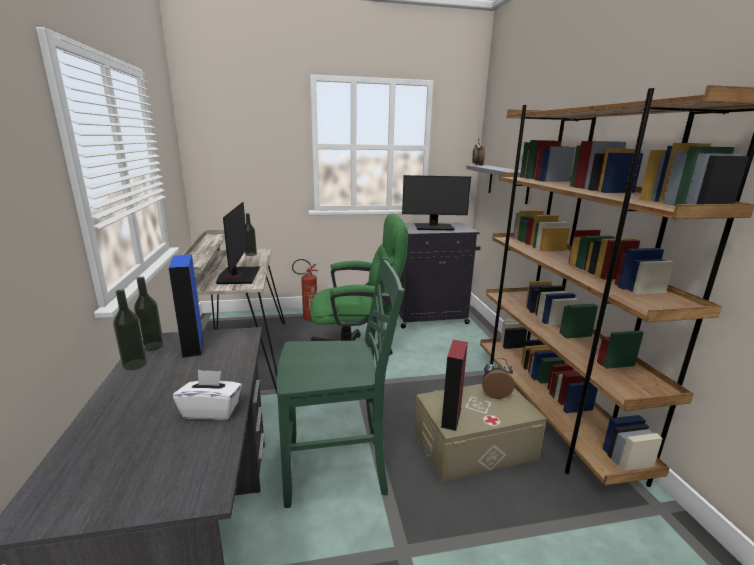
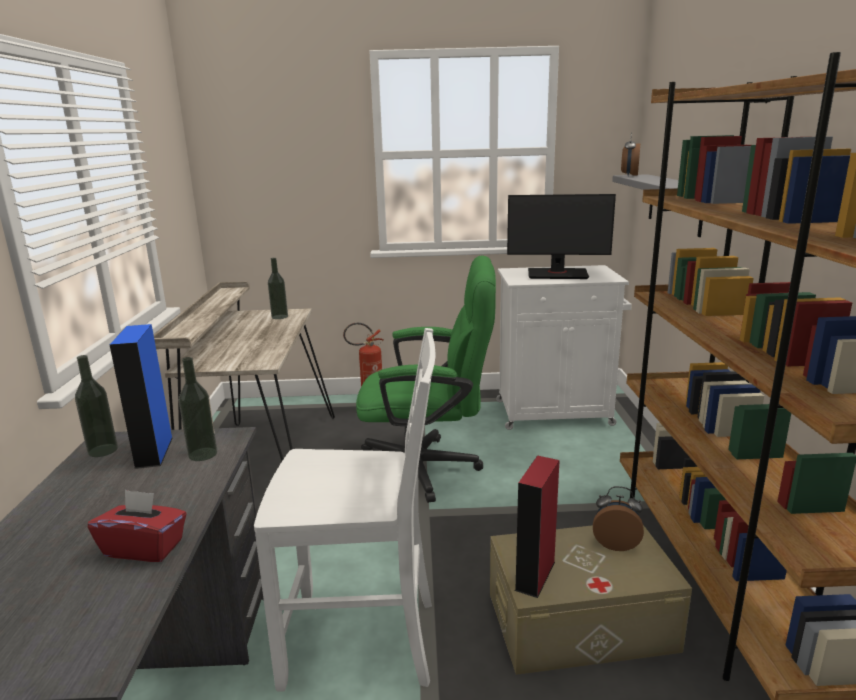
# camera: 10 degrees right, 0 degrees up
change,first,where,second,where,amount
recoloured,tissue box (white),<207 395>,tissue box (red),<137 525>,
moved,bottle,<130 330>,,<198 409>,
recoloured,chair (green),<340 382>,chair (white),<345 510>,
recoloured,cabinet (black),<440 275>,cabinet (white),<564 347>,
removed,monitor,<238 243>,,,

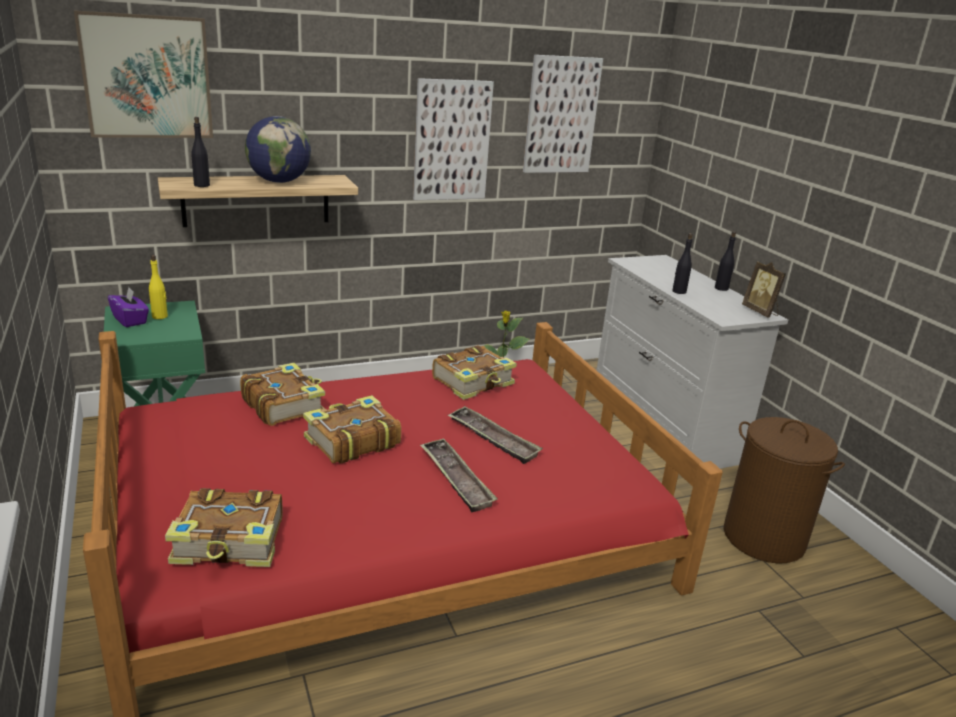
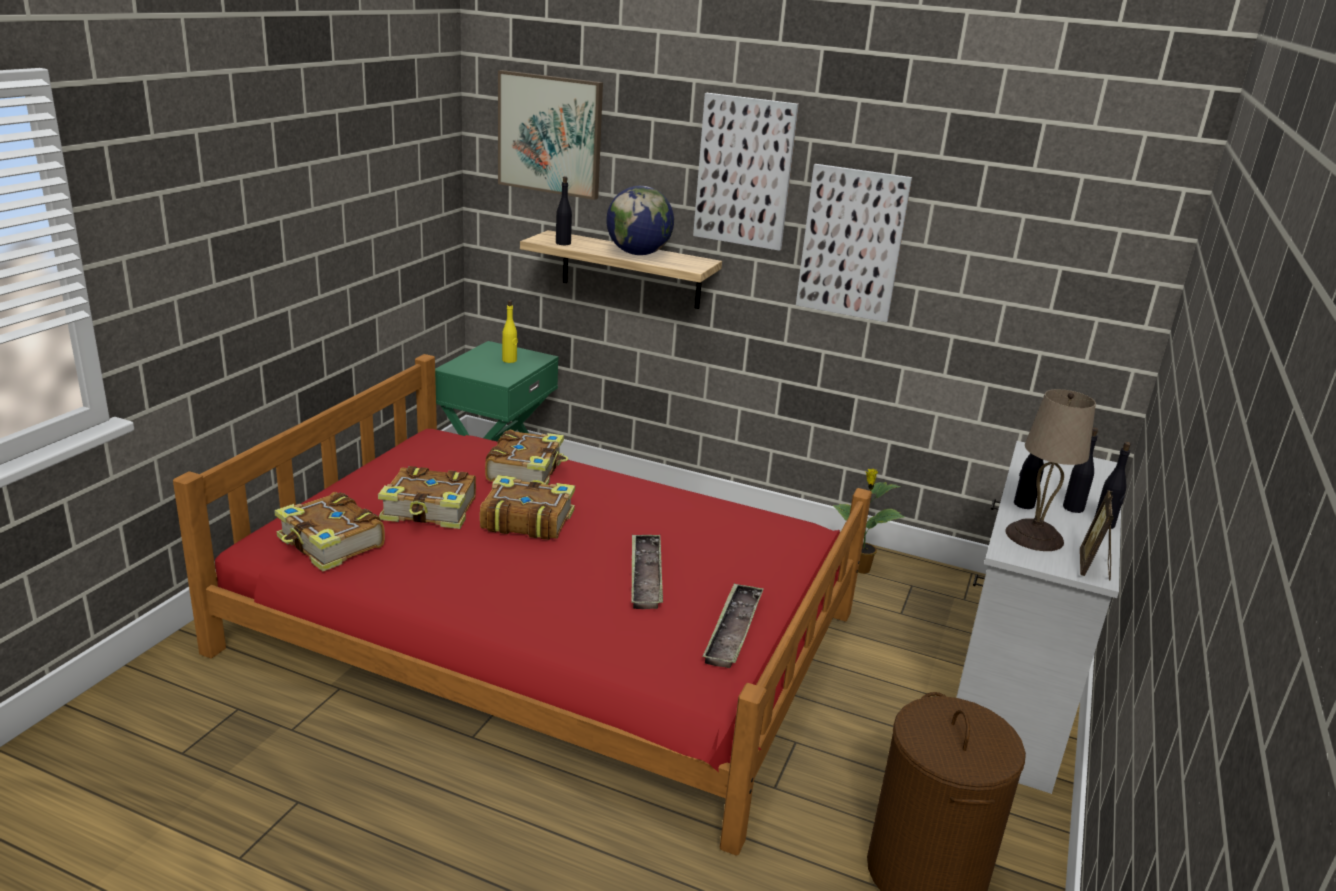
# camera: 45 degrees right, 0 degrees up
change,first,where,second,where,amount
moved,book,<474 372>,,<427 497>,
moved,picture,<563 114>,,<746 172>,
moved,tray,<459 475>,,<733 625>,
added,,,table lamp (beige),<1050 470>,
added,,,bottle (black),<1080 470>,
removed,tissue box (purple),<128 307>,,,

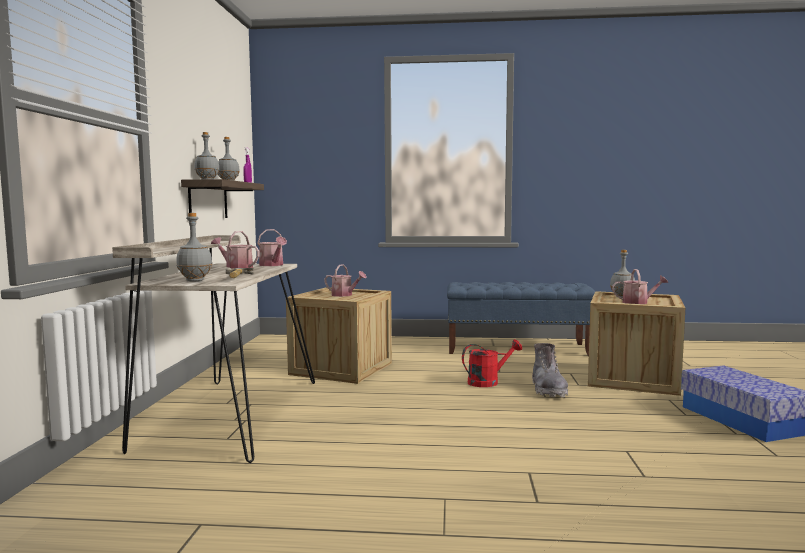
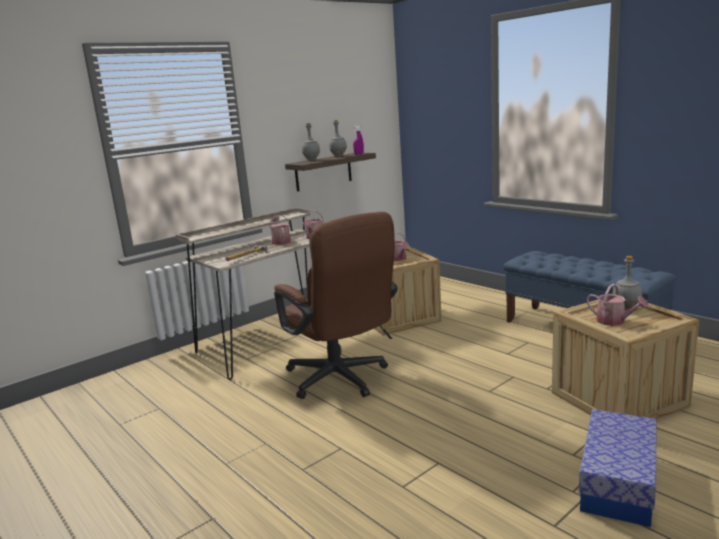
# camera: 45 degrees right, 10 degrees up
change,first,where,second,where,amount
added,,,office chair (brown),<336 305>,
removed,bottle (grey),<194 247>,,,
removed,watering can (red),<492 363>,,,
removed,boot (grey),<550 370>,,,

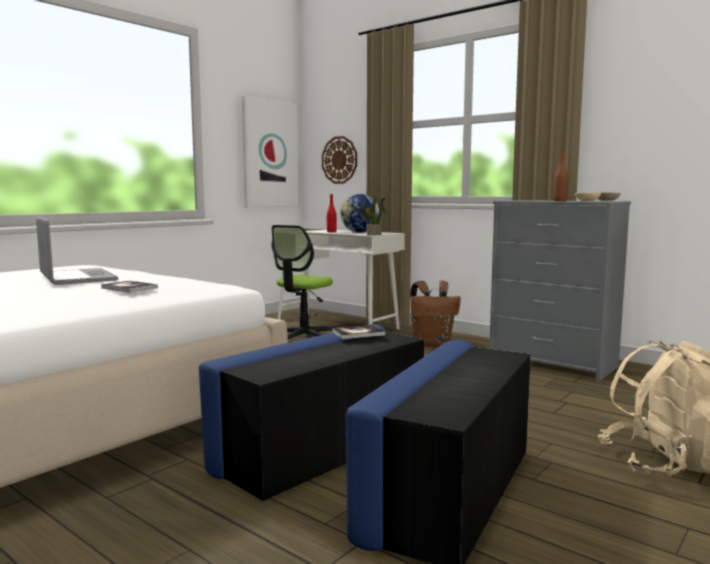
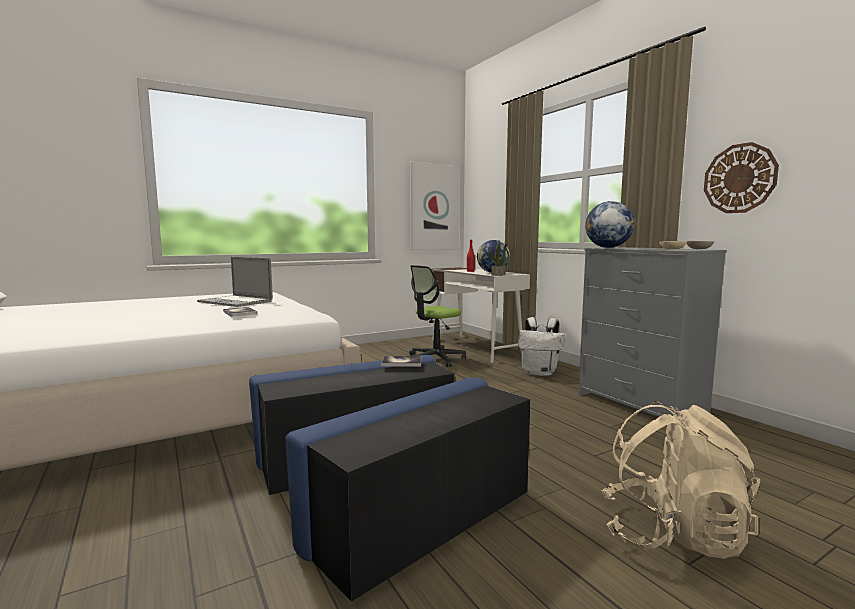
# camera: 20 degrees right, 0 degrees up
change,first,where,second,where,amount
turned,laptop,<77 251>,,<235 282>,135 degrees clockwise
recoloured,backpack (brown),<435 313>,backpack (white),<541 346>,
added,,,globe,<610 224>,
moved,wall clock,<339 160>,,<741 177>,
removed,bottle (brown),<560 175>,,,

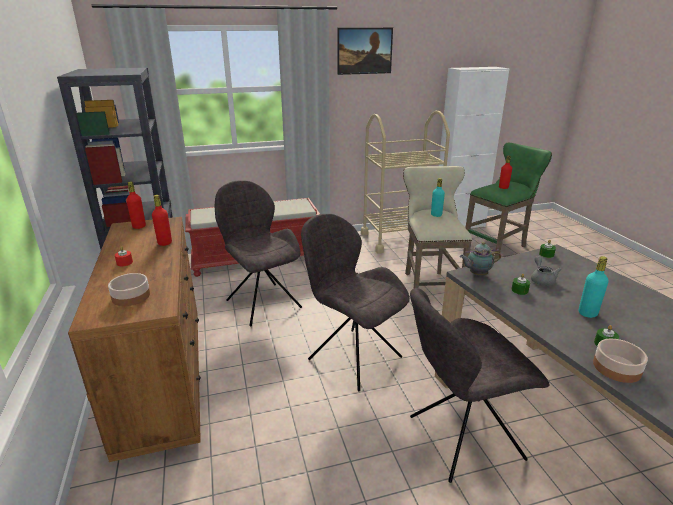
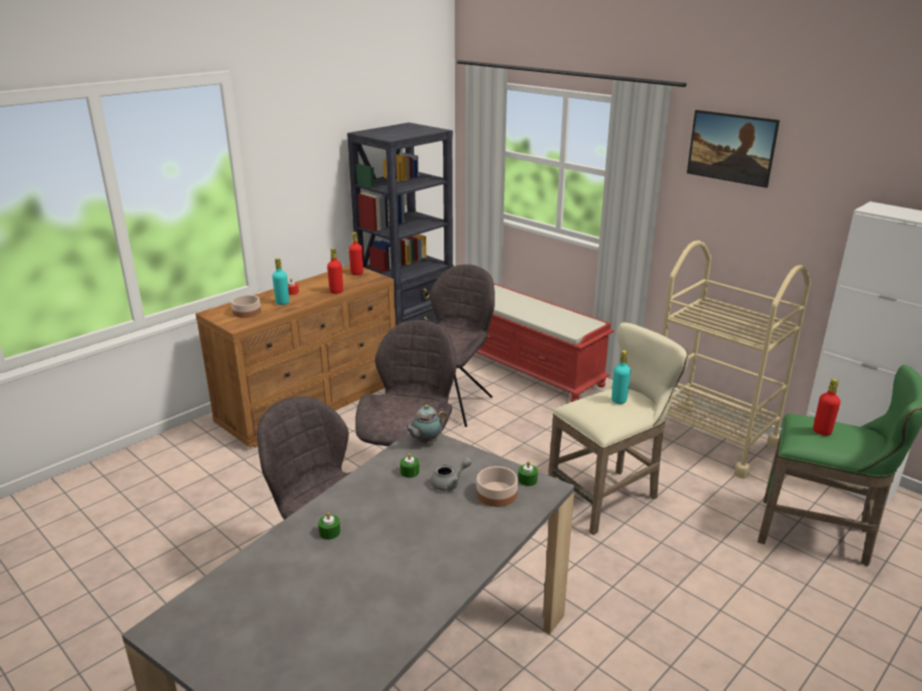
# camera: 60 degrees right, 0 degrees up
change,first,where,second,where,amount
moved,bottle (turquoise),<593 287>,,<280 281>,
turned,teapot,<480 258>,,<425 424>,90 degrees counterclockwise
moved,bowl,<620 361>,,<497 486>,

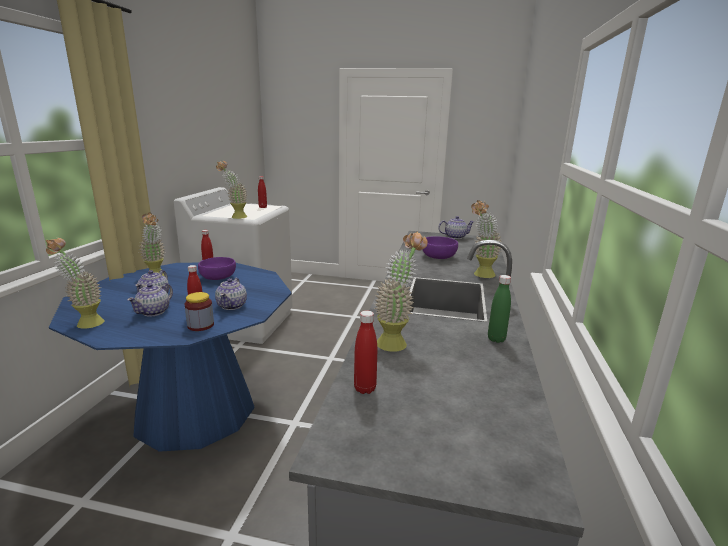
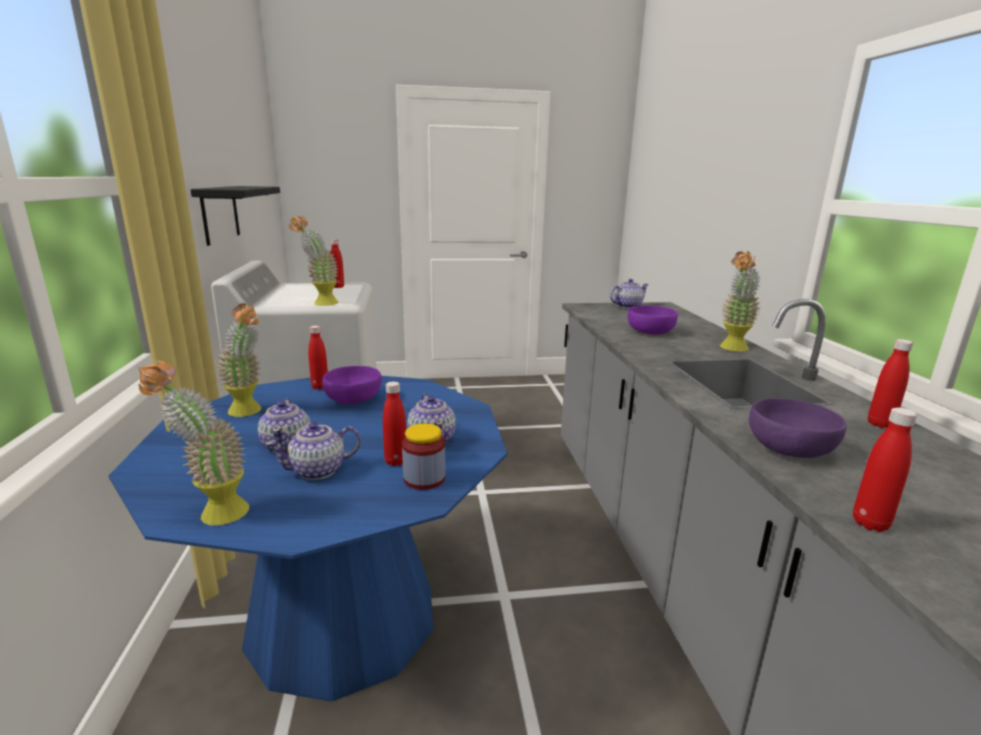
# camera: 20 degrees left, 0 degrees up
change,first,where,second,where,amount
added,,,shelf (black),<235 216>,
turned,teapot,<150 300>,,<313 451>,60 degrees clockwise
replaced,potted plant,<401 292>,bowl (purple),<798 428>,
recoloured,bottle (green),<499 309>,bottle (red),<890 383>,

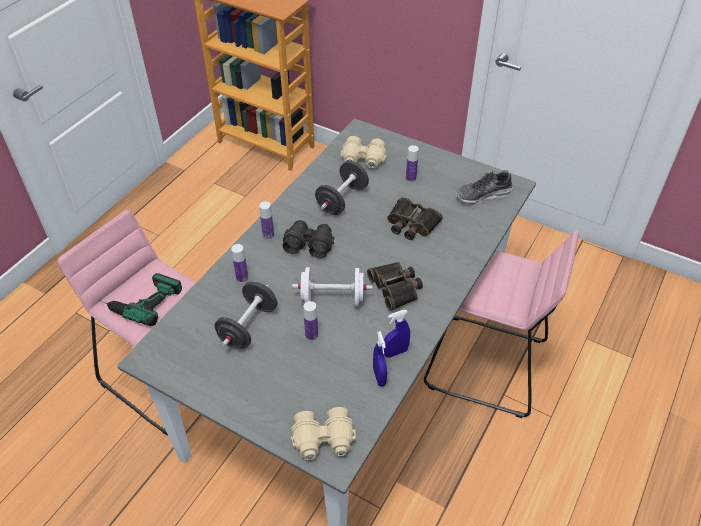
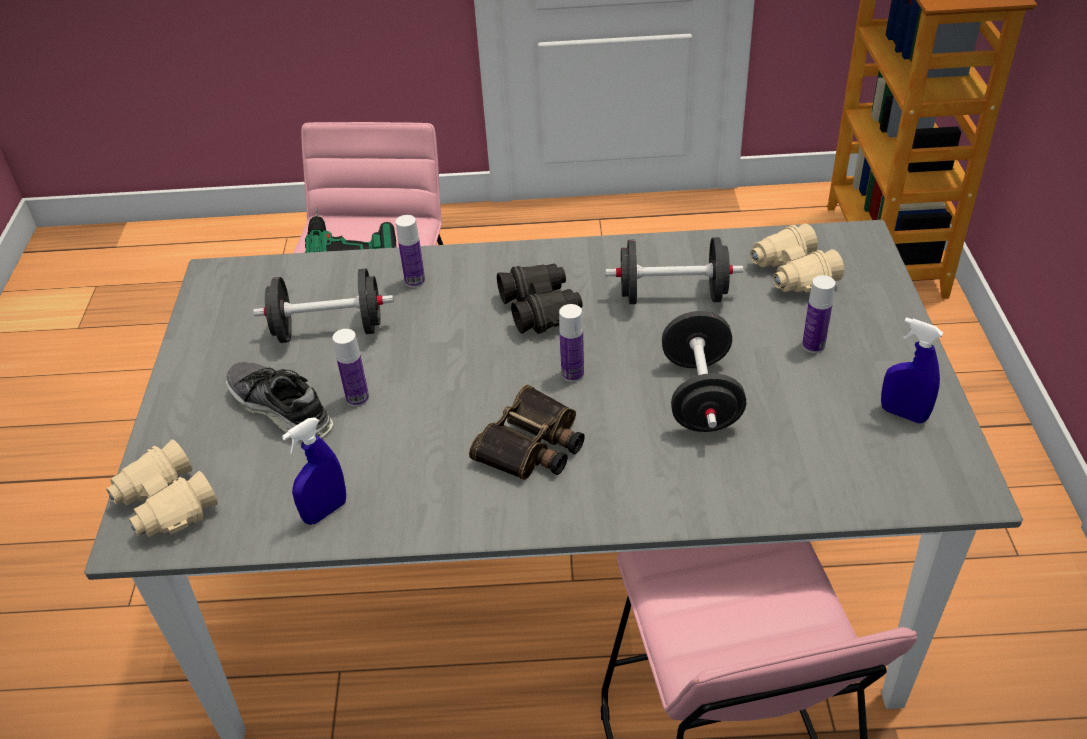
# camera: 60 degrees right, 5 degrees down
change,first,where,second,where,amount
moved,shoe,<484 187>,,<279 400>,
moved,bottle,<266 220>,,<571 343>,
replaced,binoculars,<415 218>,dumbbell (black),<704 371>,
moved,spray bottle (blue),<397 334>,,<912 370>,
removed,dumbbell (white),<332 286>,,,

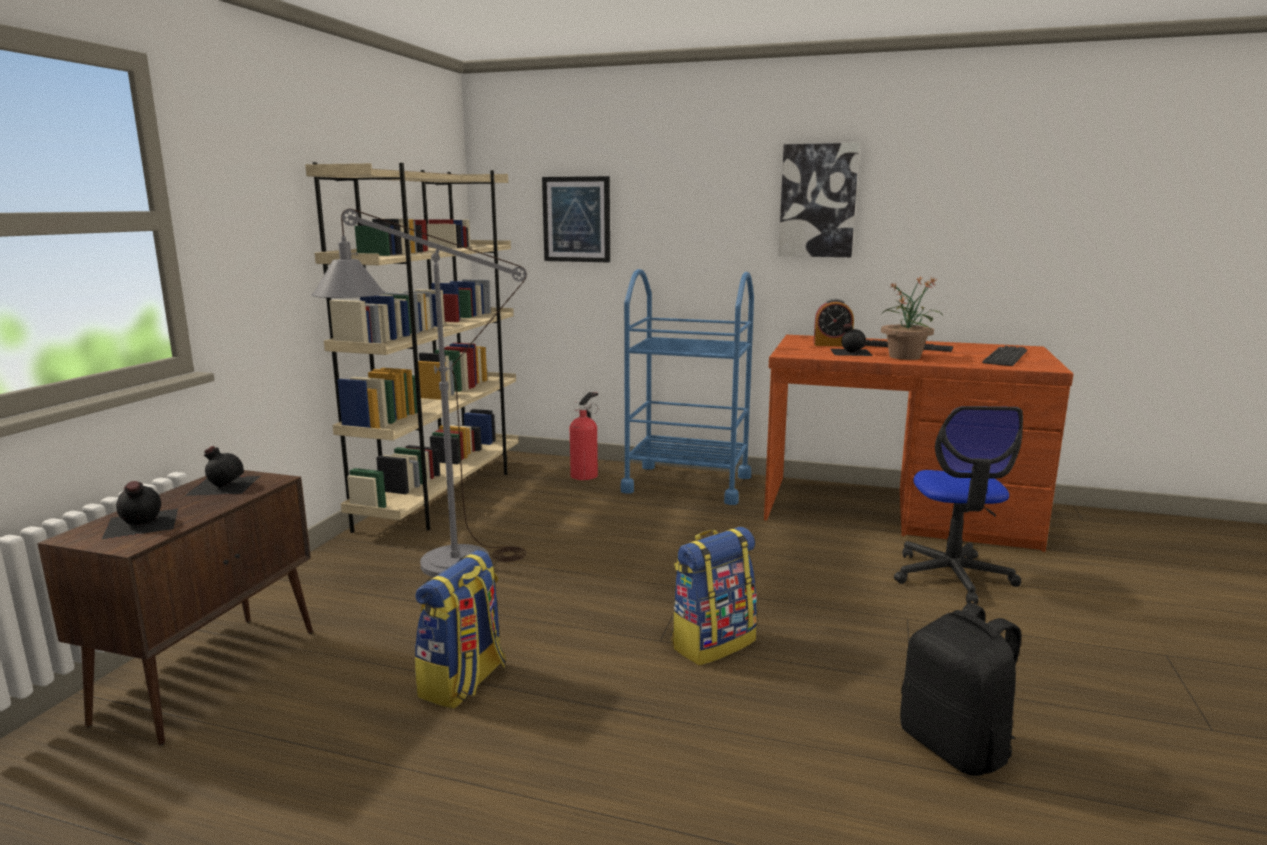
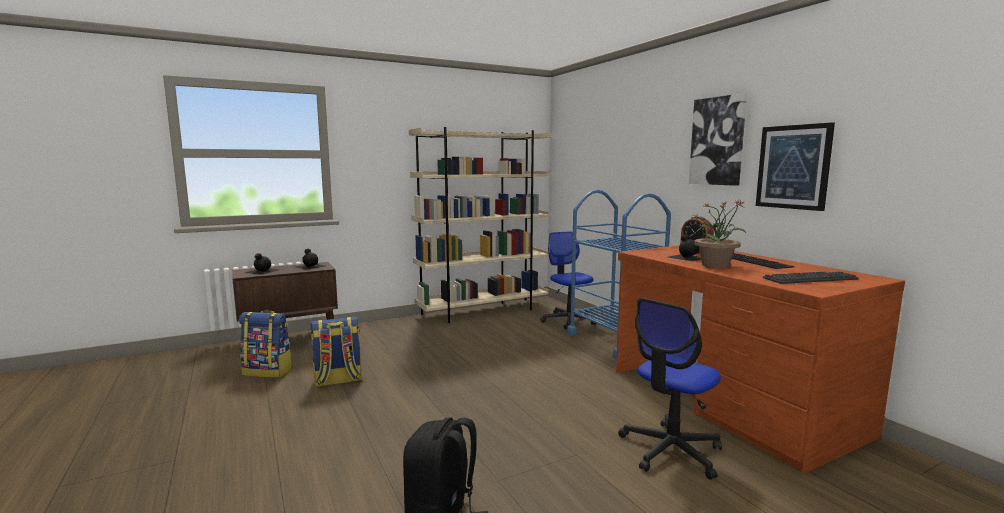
# camera: 45 degrees right, 5 degrees down
change,first,where,second,where,amount
moved,backpack,<714 596>,,<265 344>,
replaced,fire extinguisher,<584 436>,office chair,<568 280>,
moved,picture,<576 219>,,<795 166>,
removed,floor lamp (grey),<419 393>,,,

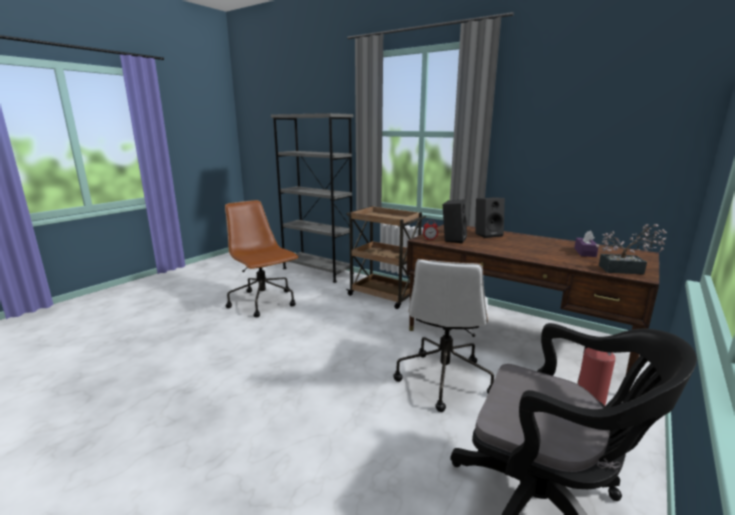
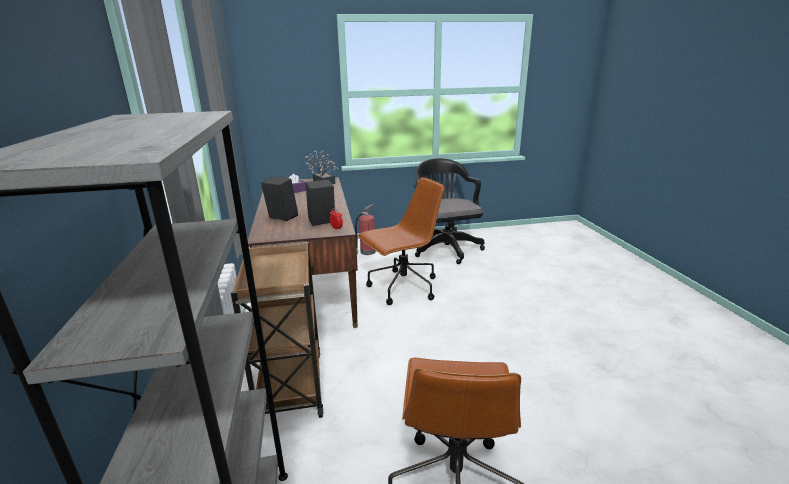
# camera: 135 degrees left, 5 degrees up
change,first,where,second,where,amount
recoloured,office chair (white),<443 335>,office chair (brown),<401 241>,

